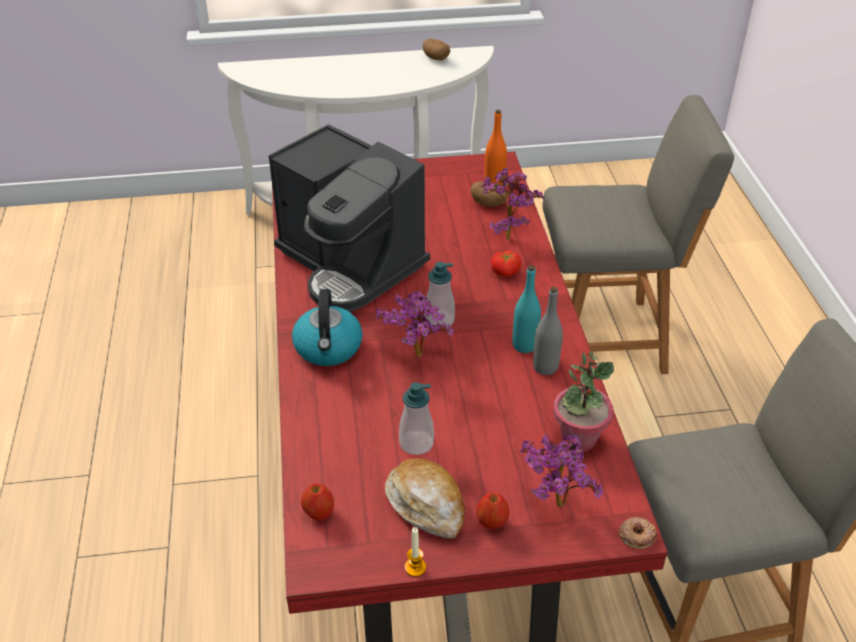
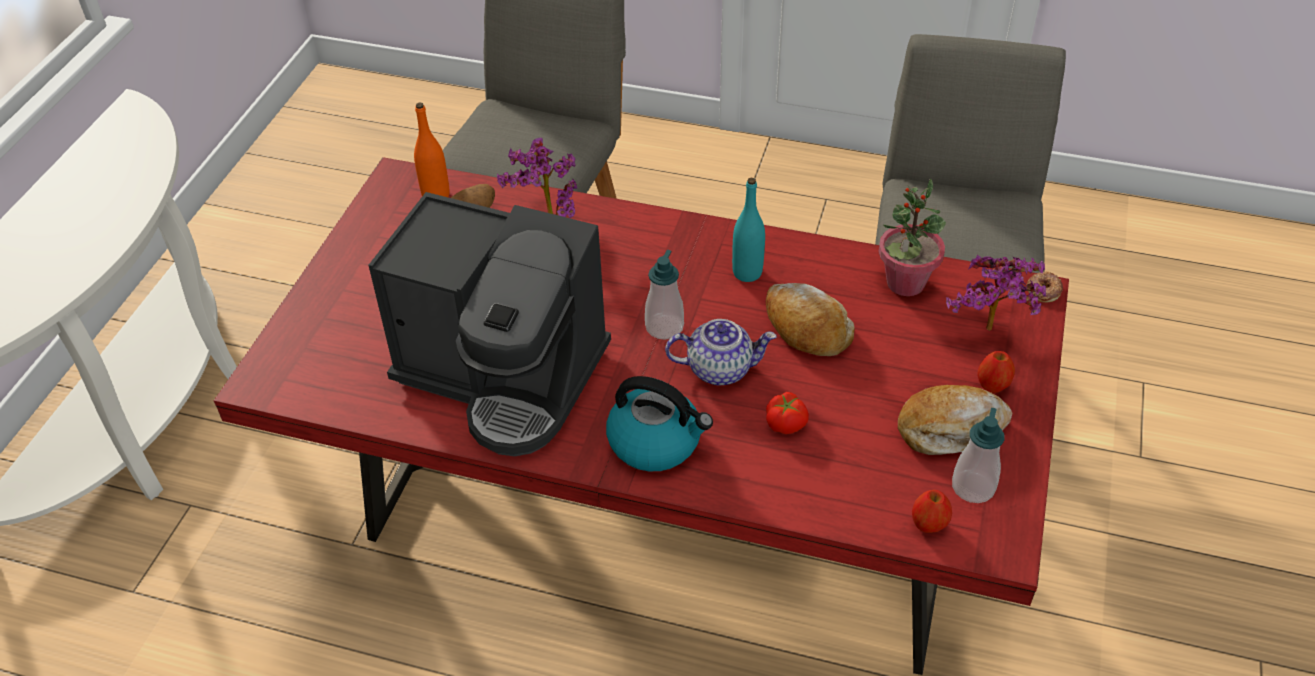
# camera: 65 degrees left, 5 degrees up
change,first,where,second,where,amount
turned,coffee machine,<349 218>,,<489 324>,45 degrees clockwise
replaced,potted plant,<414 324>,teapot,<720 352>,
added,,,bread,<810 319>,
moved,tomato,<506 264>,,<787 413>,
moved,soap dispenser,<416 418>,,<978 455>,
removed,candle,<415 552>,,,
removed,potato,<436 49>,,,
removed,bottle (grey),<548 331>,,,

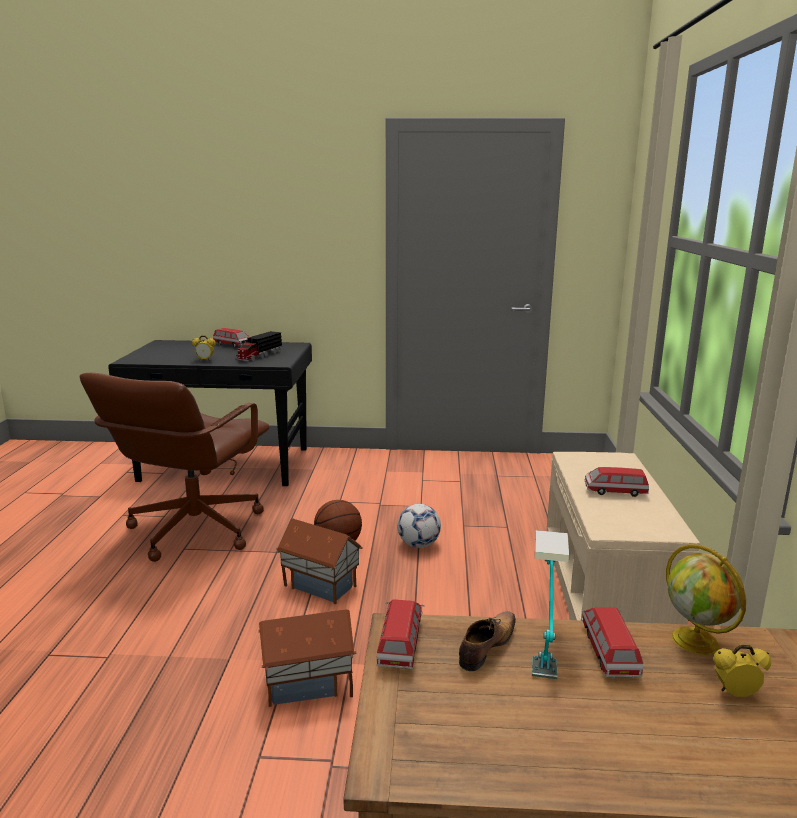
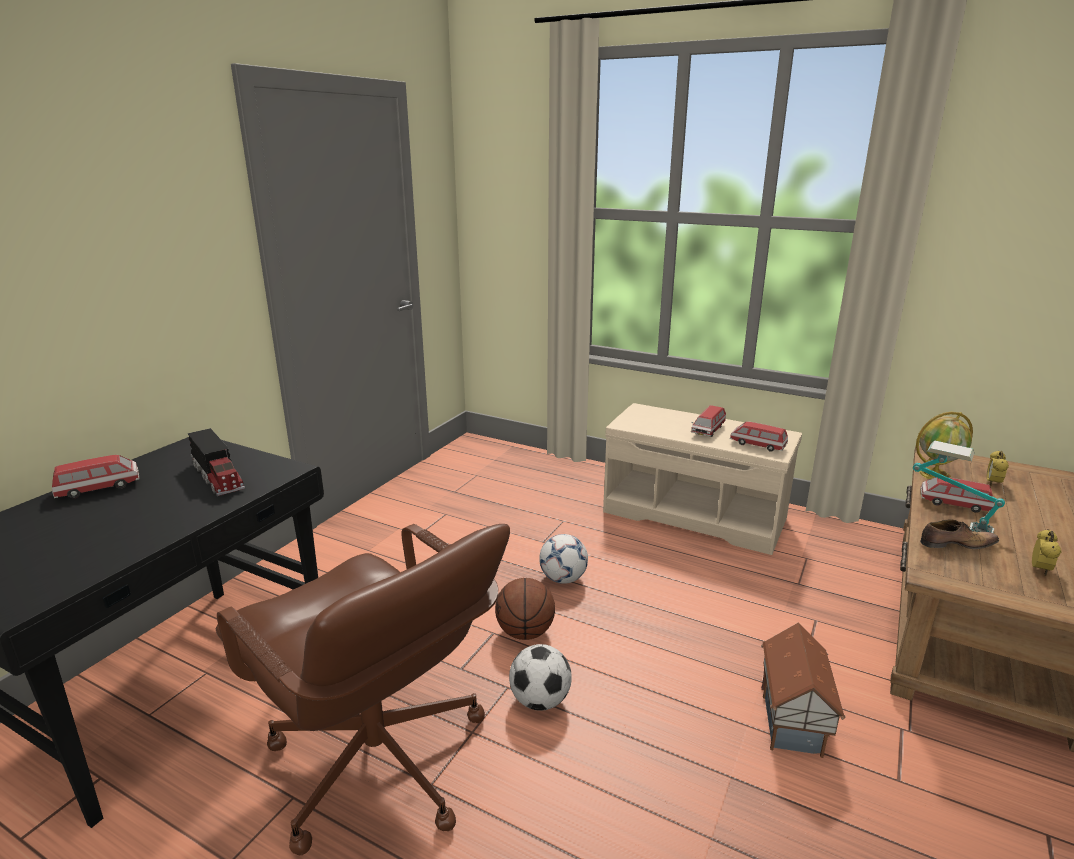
# camera: 65 degrees left, 5 degrees up
change,first,where,second,where,amount
added,,,football,<540 677>,
moved,toy car,<400 634>,,<759 436>,
turned,shoe,<487 641>,,<959 534>,120 degrees clockwise
moved,alarm clock,<204 348>,,<1046 552>,
removed,toy house,<319 561>,,,

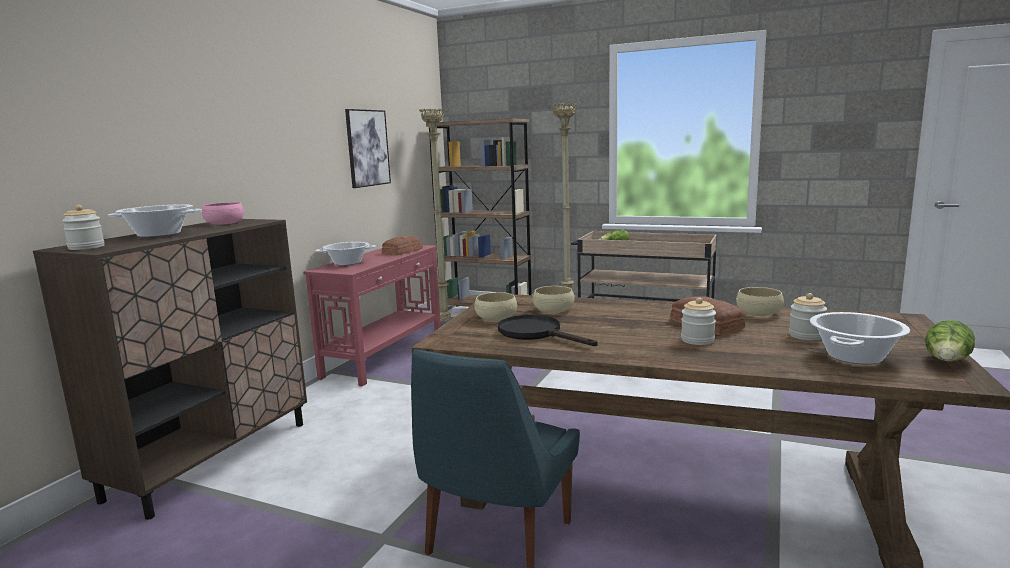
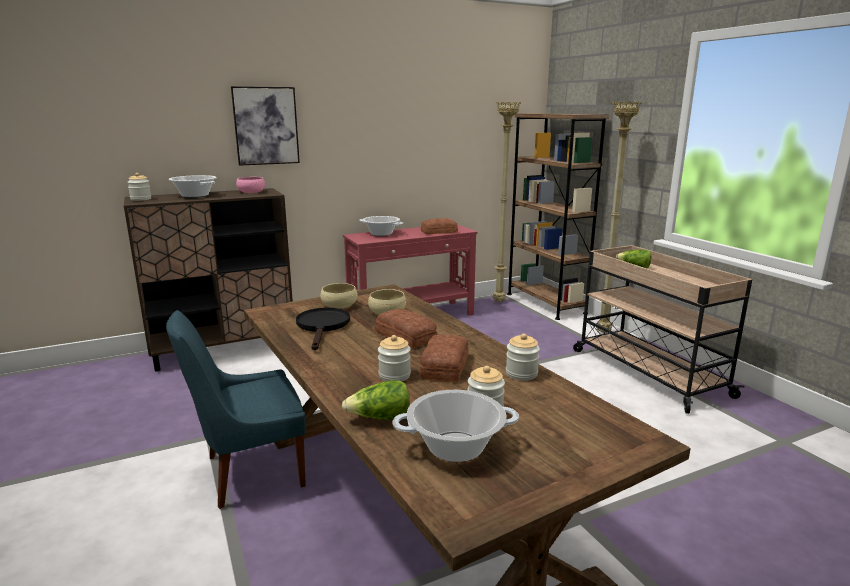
# camera: 40 degrees right, 5 degrees up
change,first,where,second,where,amount
moved,picture,<368 148>,,<265 126>,
moved,lettuce,<950 340>,,<376 400>,
added,,,bread,<406 328>,
replaced,bowl (beige),<760 301>,jar,<523 357>,

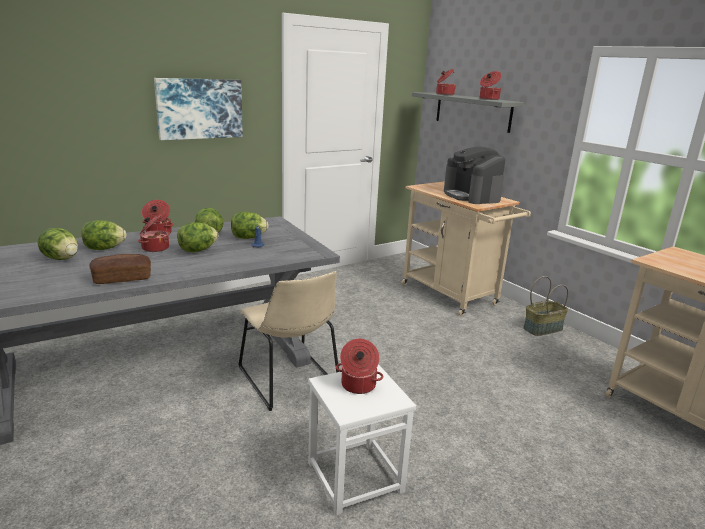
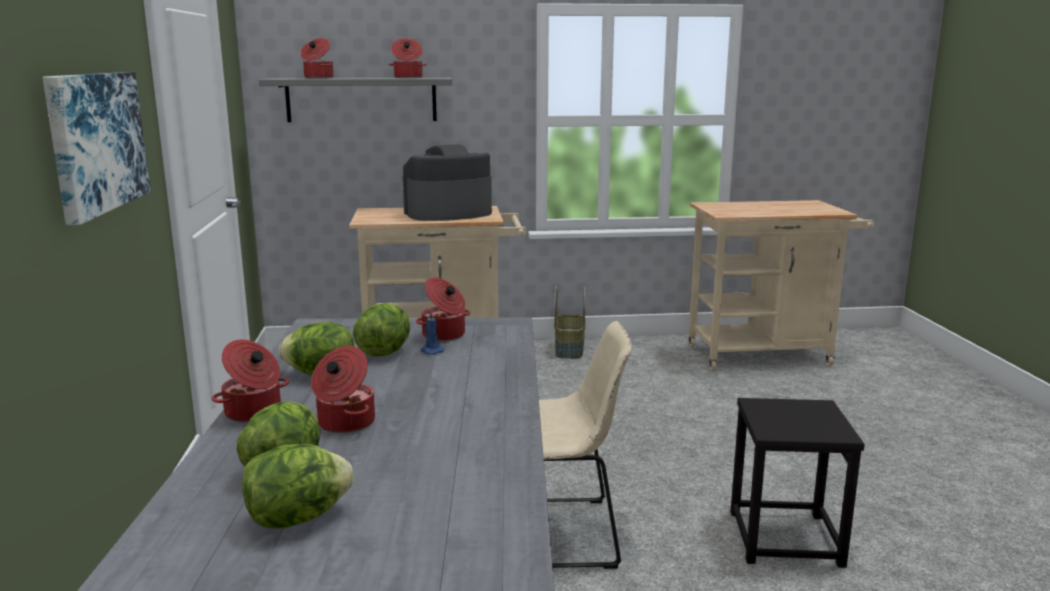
# camera: 60 degrees left, 5 degrees down
change,first,where,second,where,amount
turned,coffee machine,<474 175>,,<447 182>,150 degrees clockwise
moved,cooking pot,<359 366>,,<443 309>,
recoloured,stool (white),<362 439>,stool (black),<798 483>,
removed,bread,<120 269>,,,
removed,lettuce,<197 237>,,,

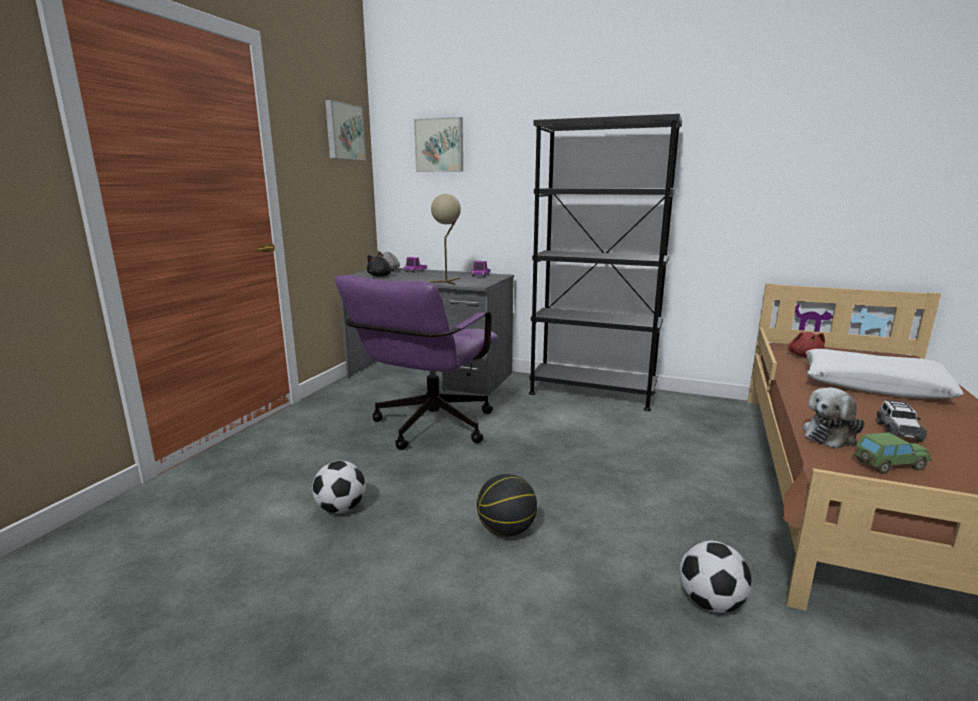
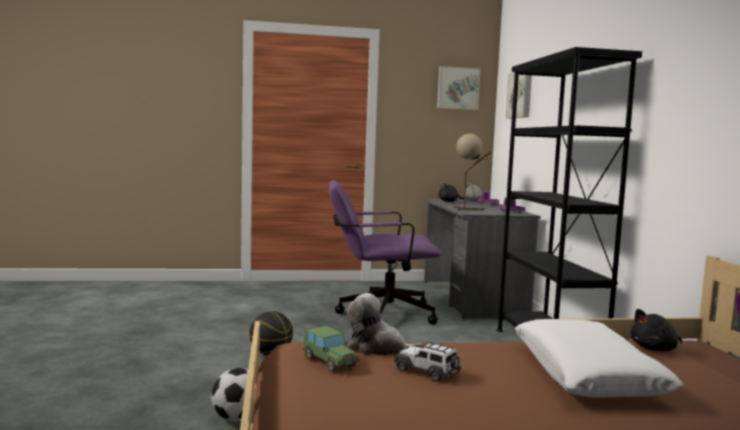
# camera: 60 degrees right, 10 degrees down
change,first,where,second,where,amount
turned,toy car,<902 421>,,<427 362>,45 degrees clockwise
recoloured,plush toy (red),<806 344>,plush toy (black),<656 330>,
removed,football,<339 487>,,,

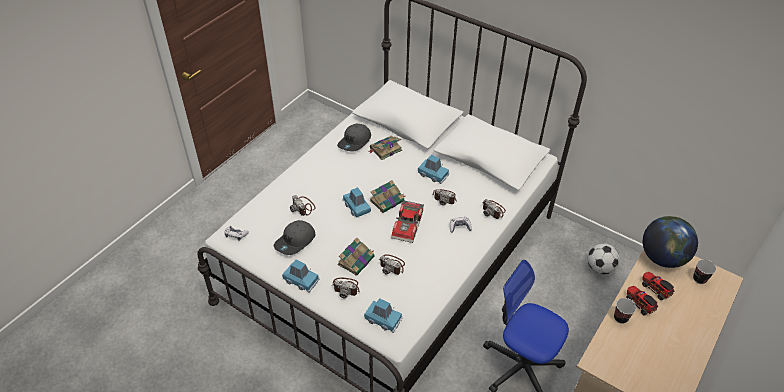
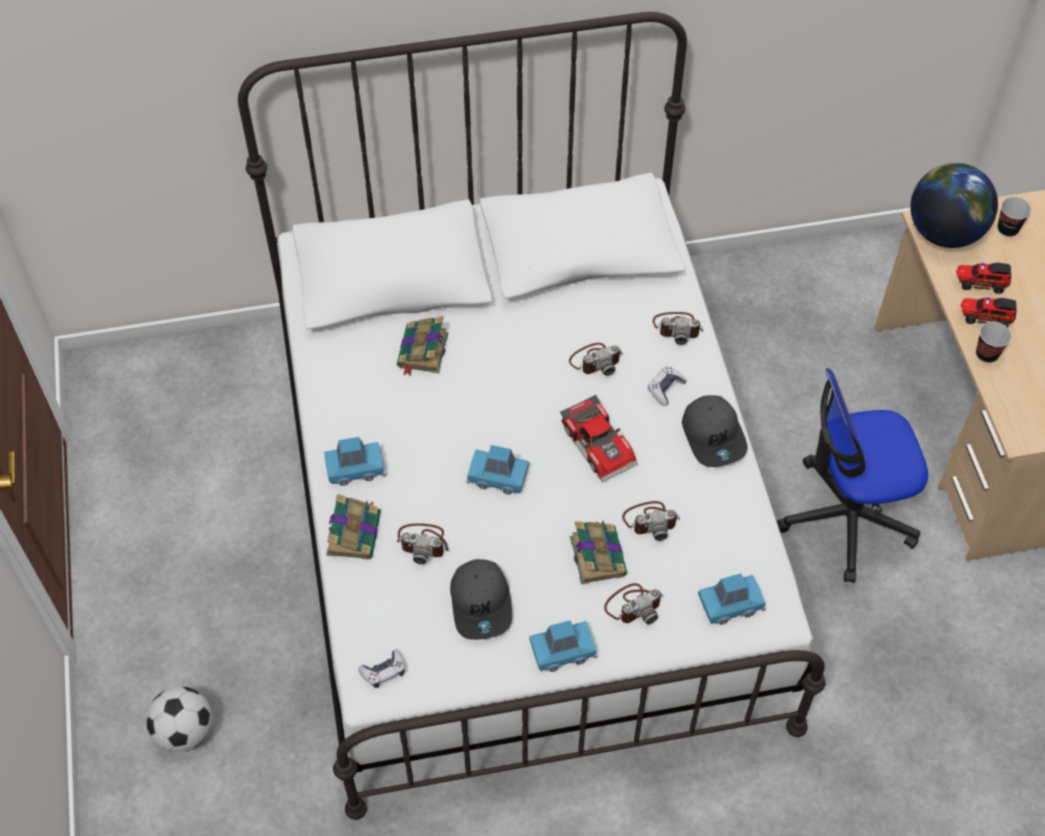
# camera: 45 degrees left, 10 degrees up
change,first,where,second,where,amount
moved,football,<604 258>,,<179 719>,
moved,toy car (blue),<433 169>,,<355 461>,
moved,book,<387 196>,,<353 527>,
moved,cap (grey),<354 138>,,<714 431>,

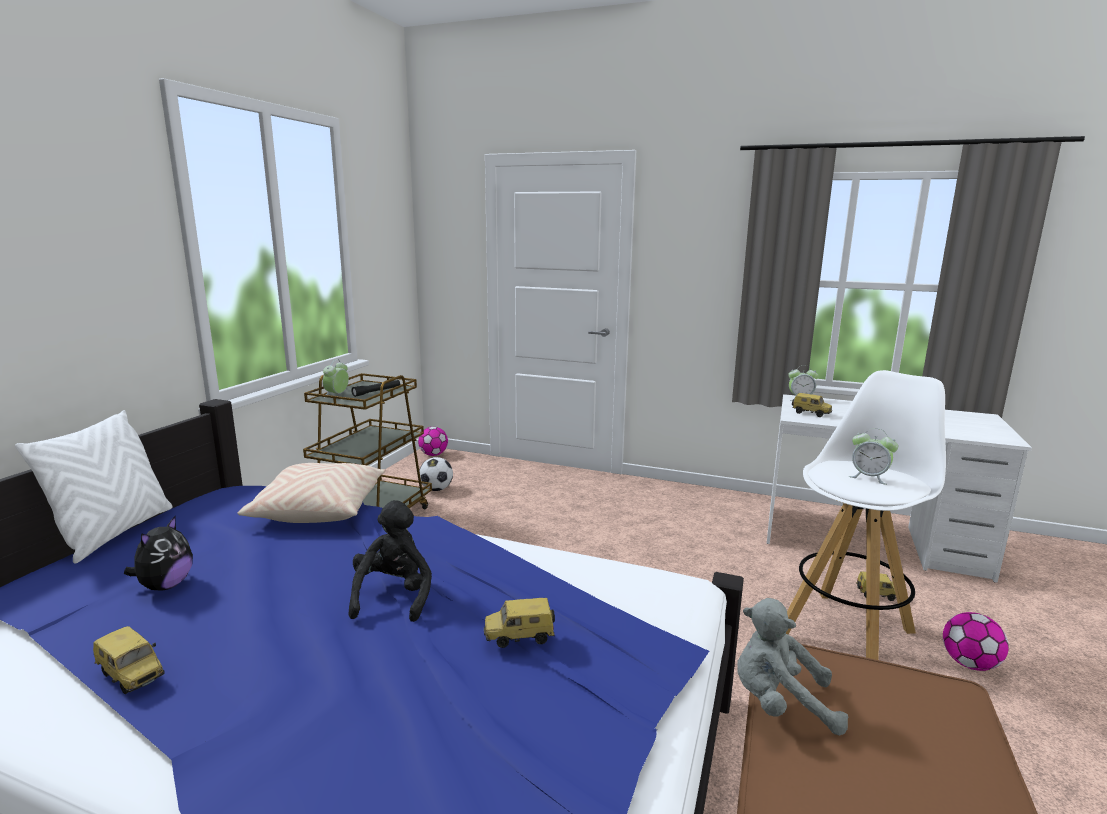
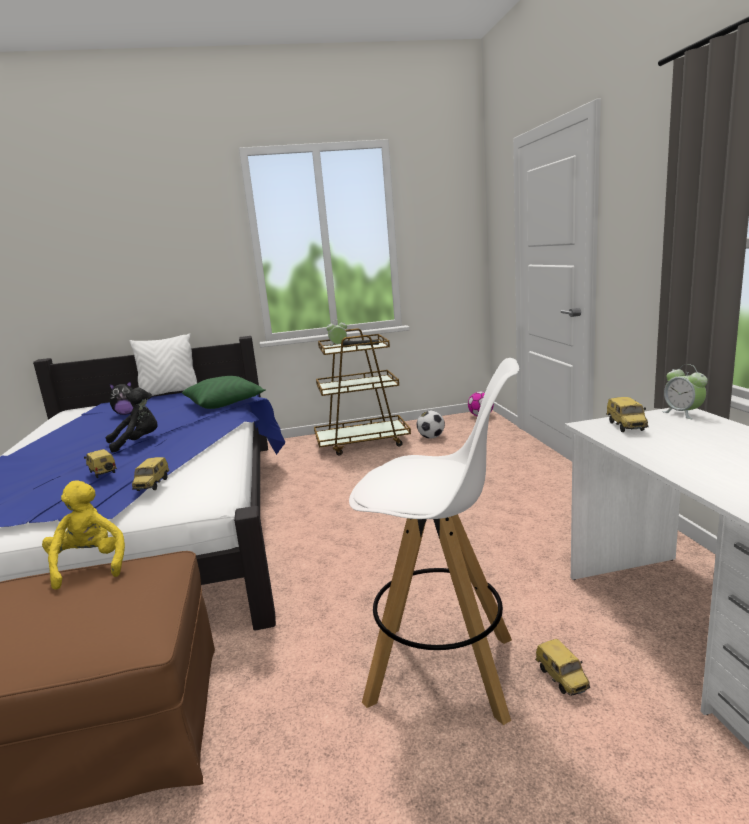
# camera: 60 degrees right, 0 degrees up
change,first,where,second,where,amount
recoloured,plush toy (grey),<792 667>,plush toy (yellow),<83 535>,
moved,toy car,<129 660>,,<151 474>,
recoloured,pillow (beige),<311 493>,pillow (green),<224 392>,
removed,alarm clock,<873 456>,,,
removed,football,<976 641>,,,

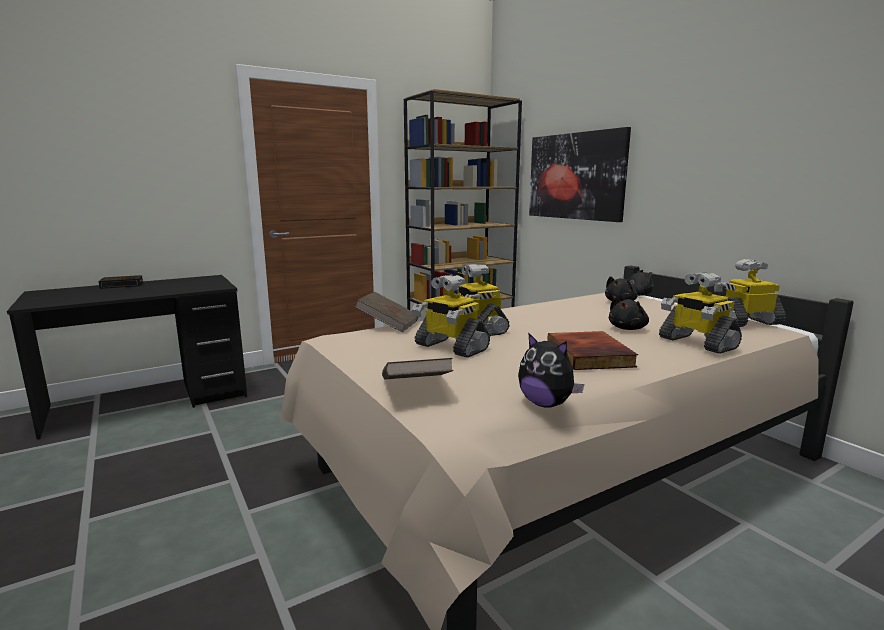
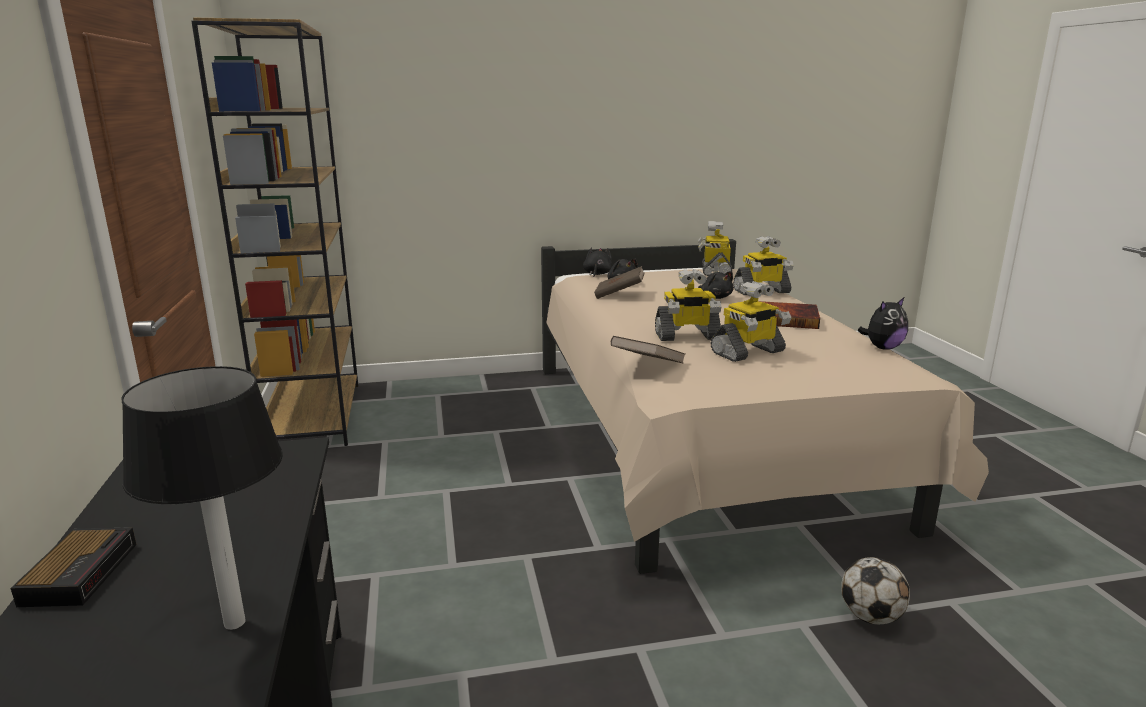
# camera: 70 degrees left, 5 degrees up
change,first,where,second,where,amount
added,,,table lamp,<202 498>,
moved,book (brown),<418 369>,,<619 282>,
added,,,football,<875 590>,
removed,picture,<580 174>,,,

